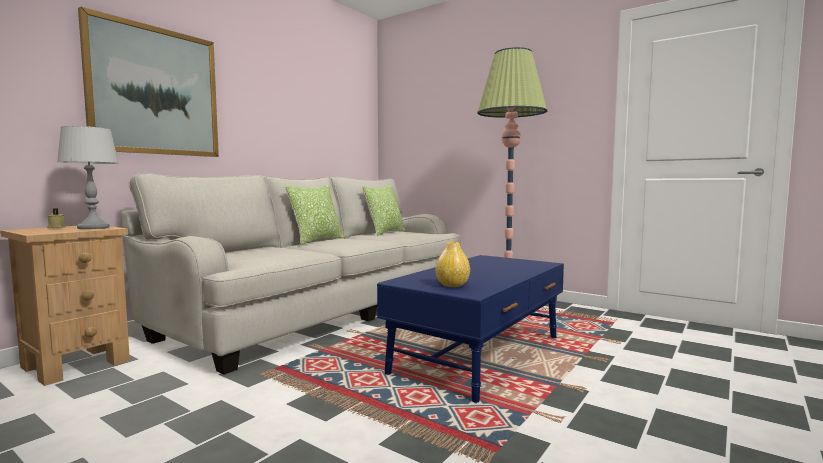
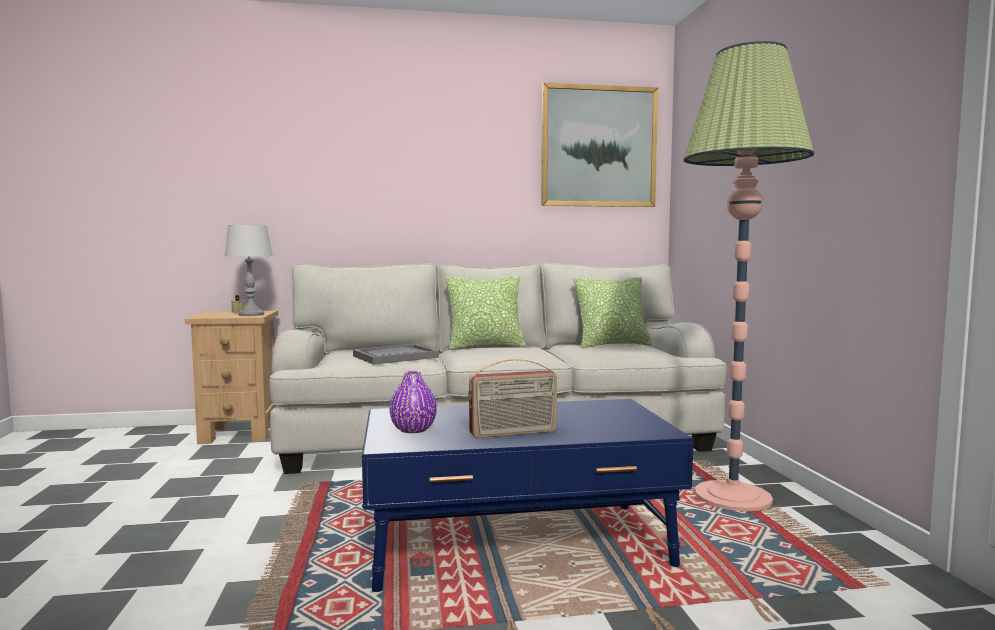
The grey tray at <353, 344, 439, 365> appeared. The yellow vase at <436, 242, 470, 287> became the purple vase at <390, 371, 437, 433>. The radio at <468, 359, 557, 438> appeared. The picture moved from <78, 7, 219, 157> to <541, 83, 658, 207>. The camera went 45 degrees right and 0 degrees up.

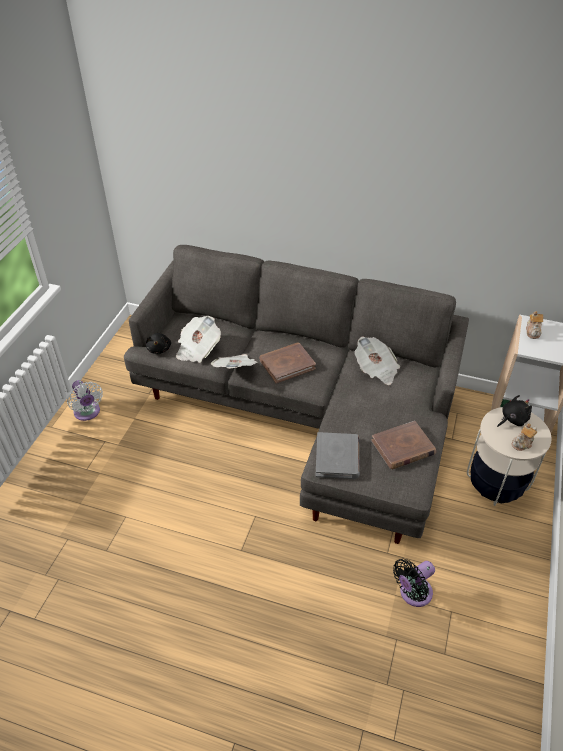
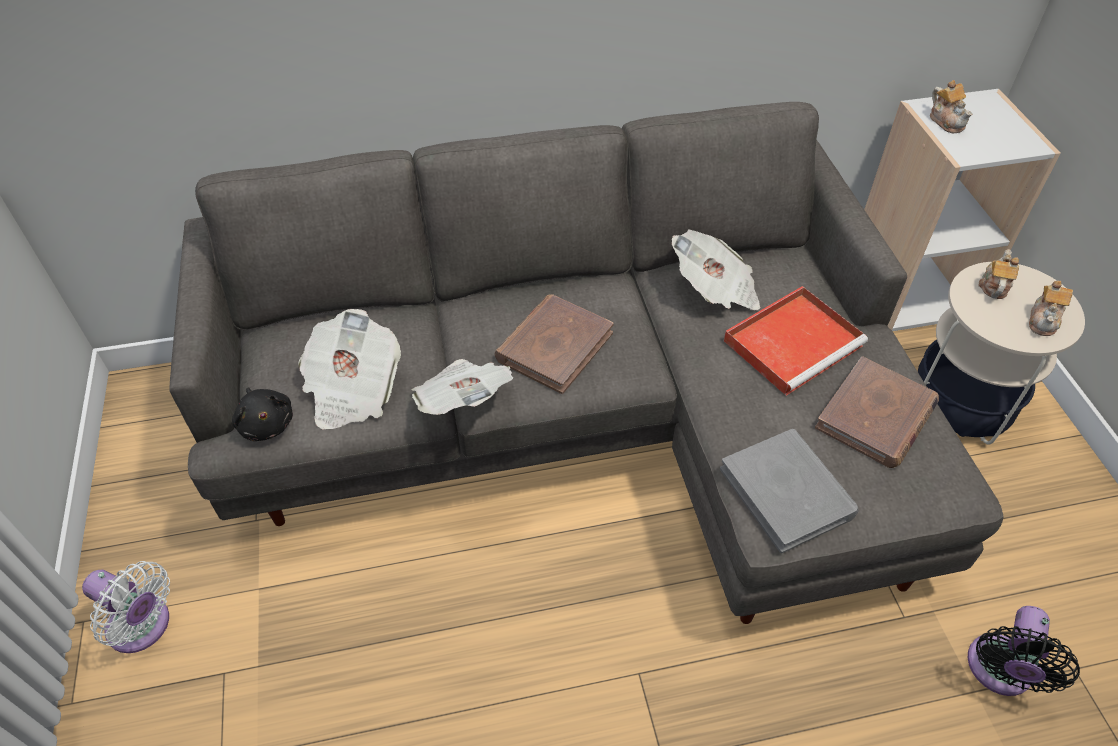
The red tray at <724, 286, 868, 396> appeared. The black plush toy at <497, 395, 532, 427> was replaced by the teapot at <979, 249, 1019, 299>. The camera went 30 degrees left and 5 degrees up.

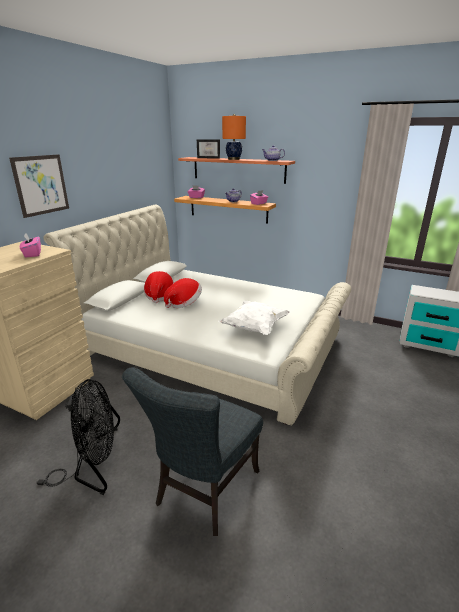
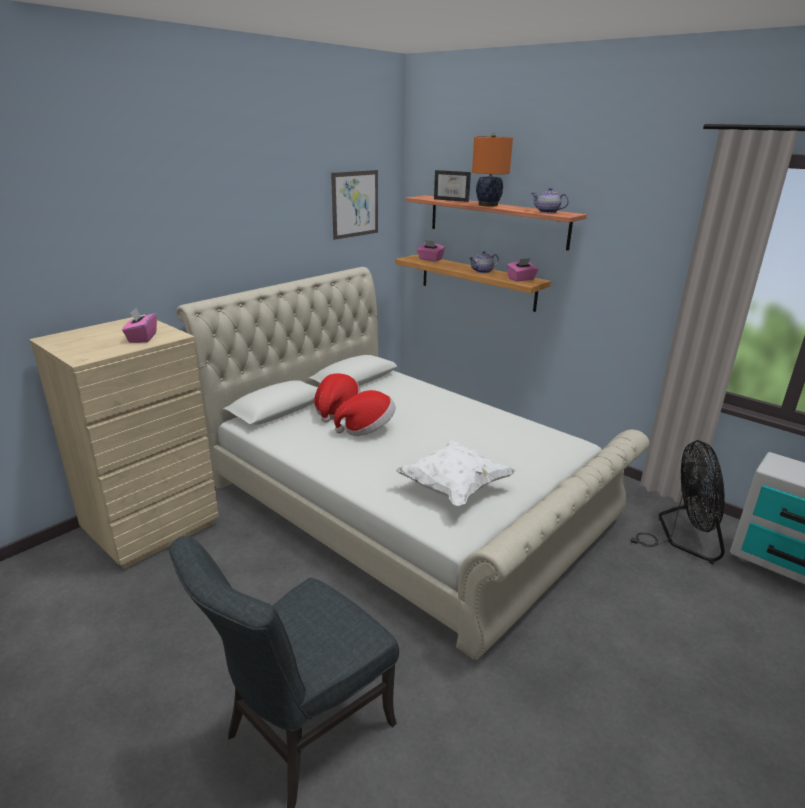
The picture moved from <9, 154, 69, 218> to <331, 170, 378, 240>. The black fan moved from <37, 379, 120, 495> to <629, 440, 725, 564>. The camera went 15 degrees right and 0 degrees up.

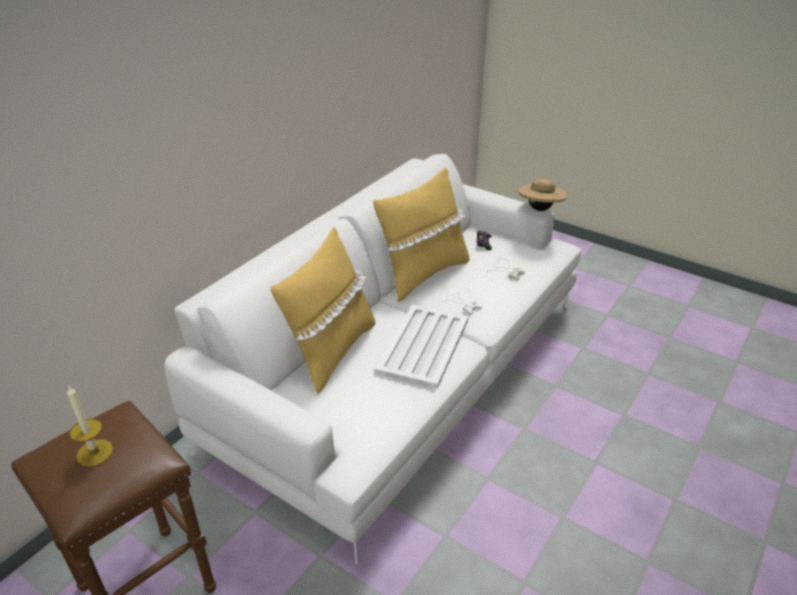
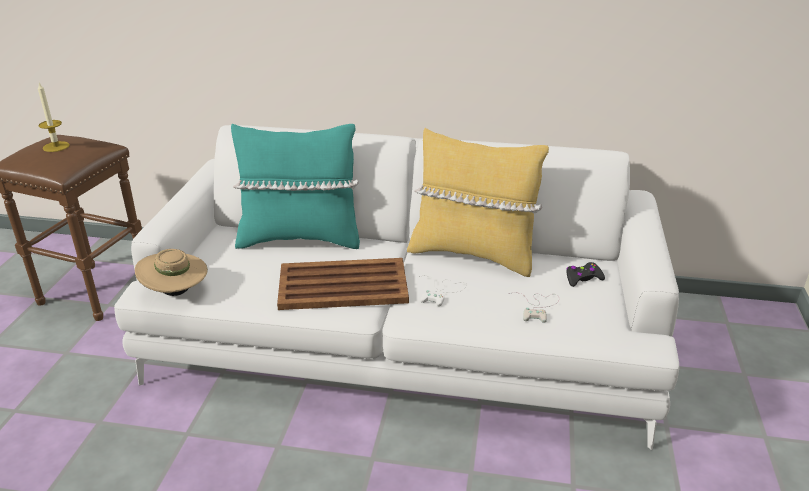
The beige hat moved from <519, 178, 567, 211> to <135, 249, 208, 296>. The yellow pillow at <270, 227, 375, 395> became the turquoise pillow at <231, 124, 360, 249>. The white tray at <375, 304, 468, 389> became the brown tray at <277, 258, 409, 310>. The camera went 65 degrees right and 5 degrees down.

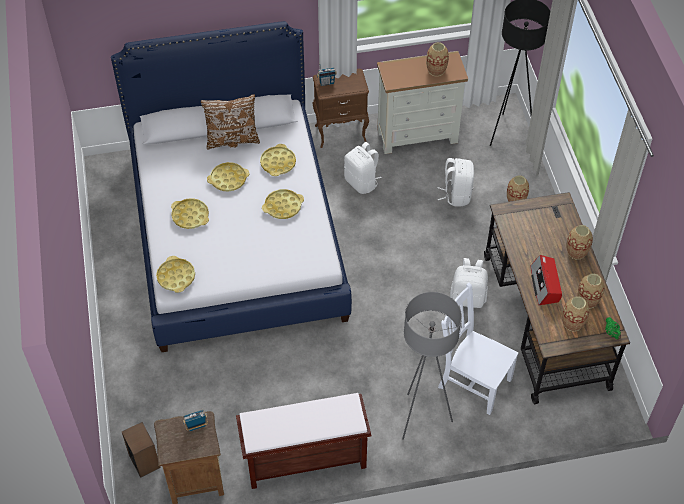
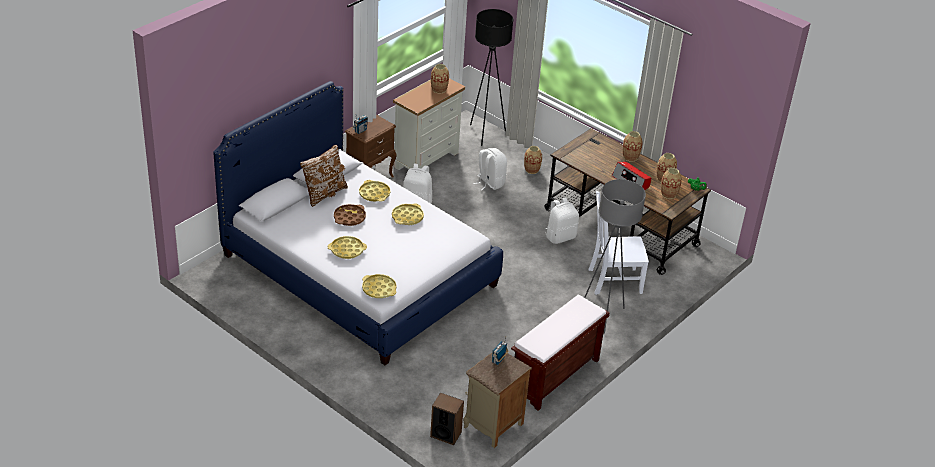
The yellow tray at <207, 162, 249, 192> became the brown tray at <334, 204, 366, 226>. The camera went 40 degrees left and 15 degrees down.

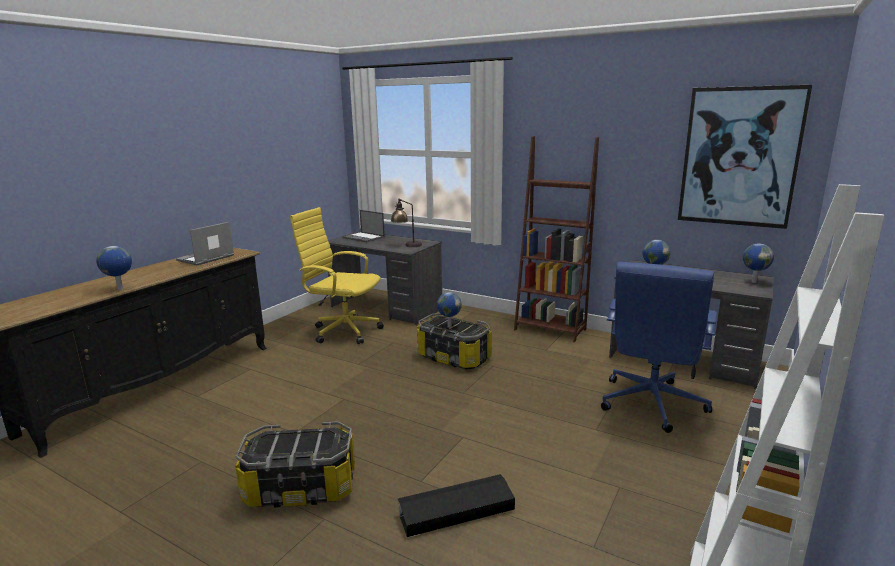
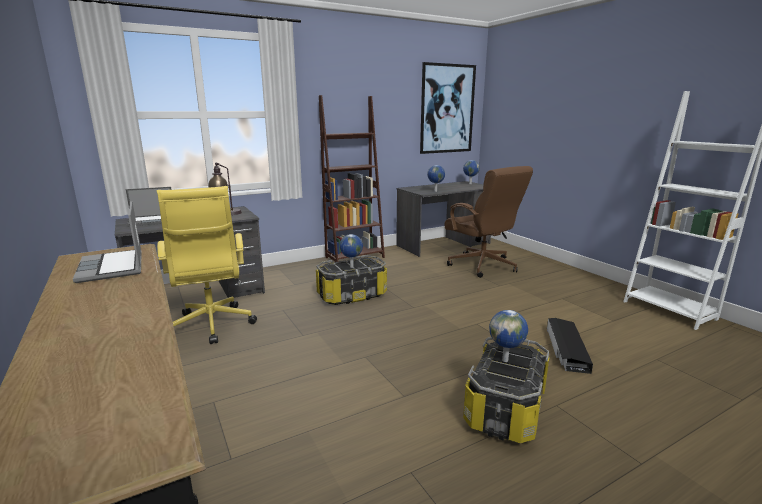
The yellow office chair at <290, 207, 384, 344> turned 75 degrees counterclockwise. The blue office chair at <601, 262, 717, 433> became the brown office chair at <444, 166, 533, 278>. The globe moved from <96, 246, 132, 290> to <489, 310, 528, 362>. The camera went 60 degrees left and 0 degrees up.

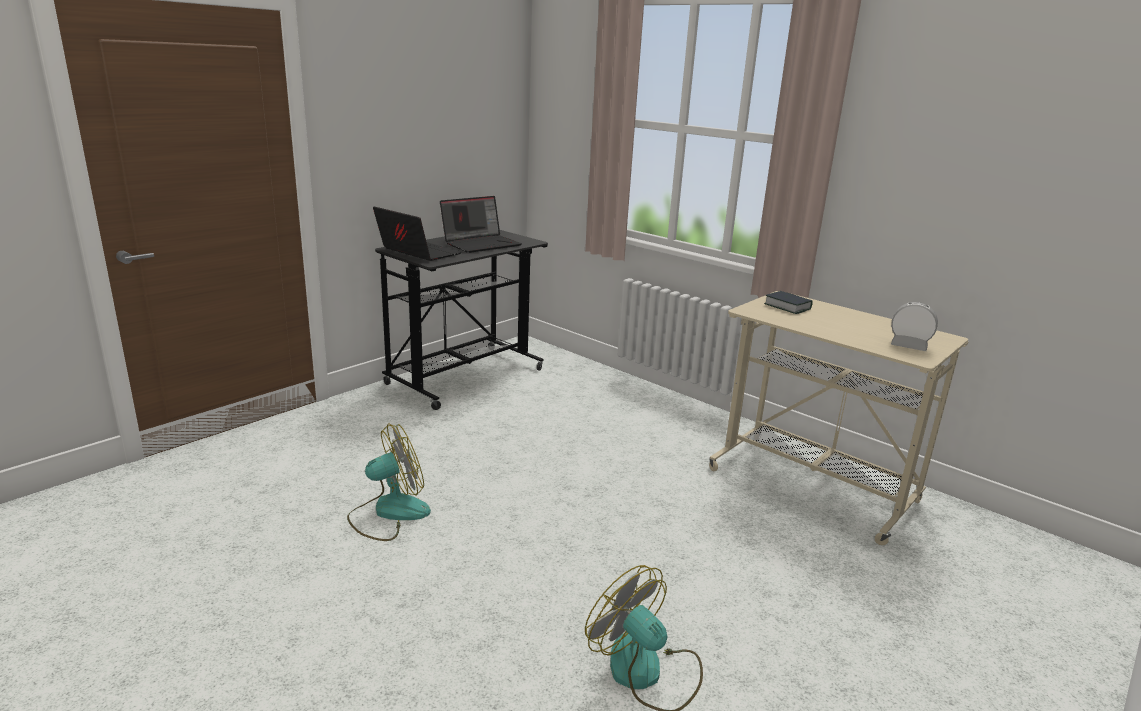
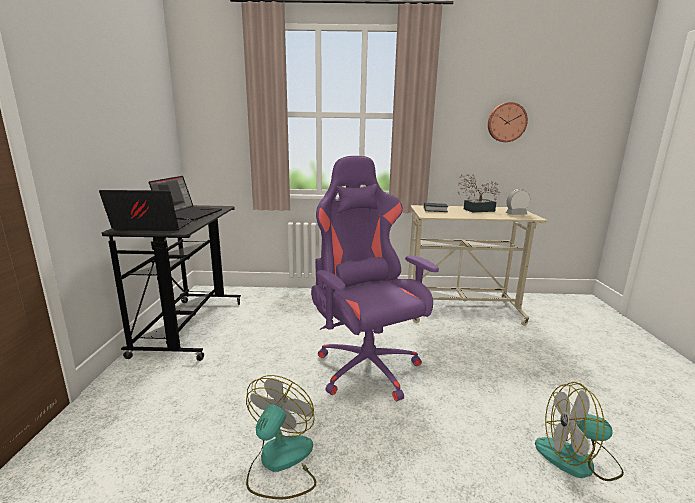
The purple office chair at <311, 156, 439, 401> appeared. The potted plant at <458, 173, 500, 212> appeared. The wall clock at <488, 102, 528, 142> appeared. The camera went 40 degrees left and 5 degrees down.

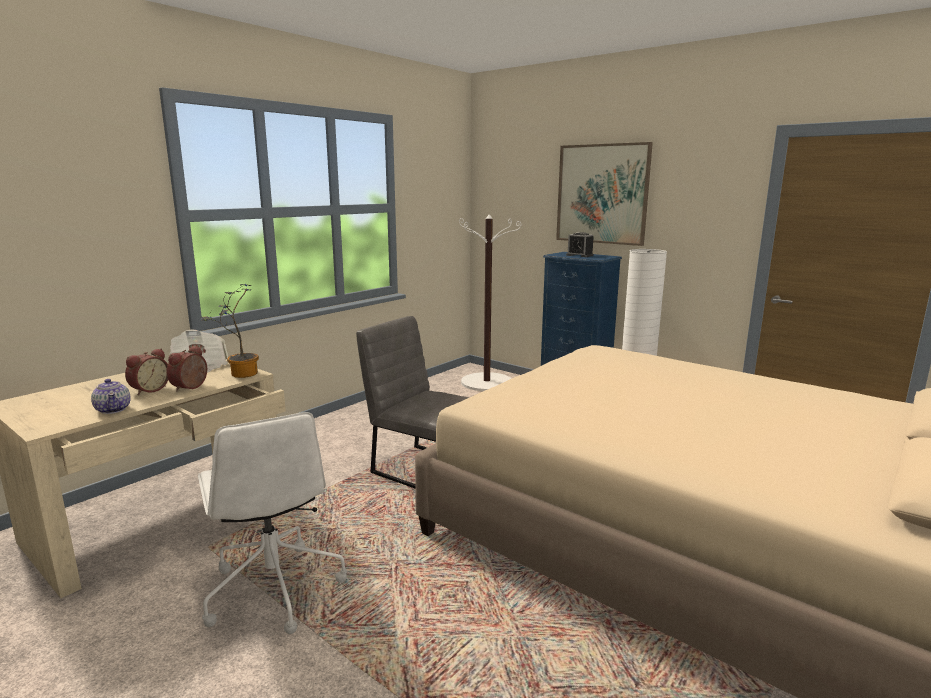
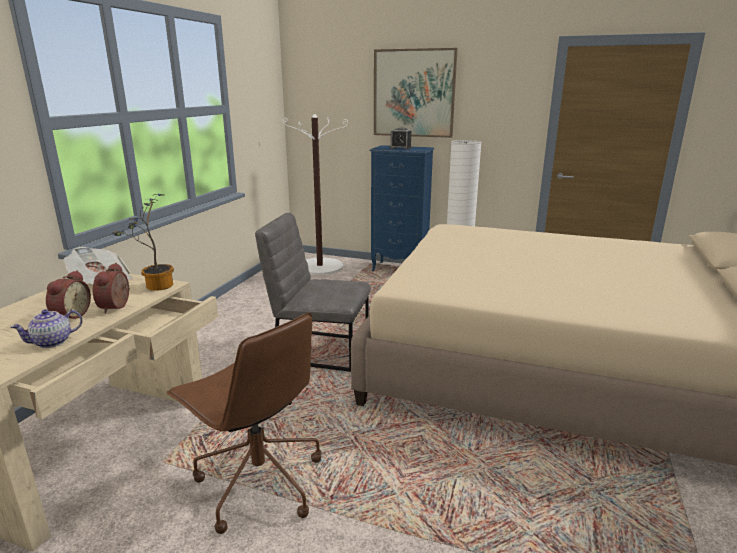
The teapot at <91, 379, 131, 414> turned 105 degrees clockwise. The white office chair at <198, 412, 347, 634> became the brown office chair at <167, 313, 321, 534>. The camera went 20 degrees left and 5 degrees up.

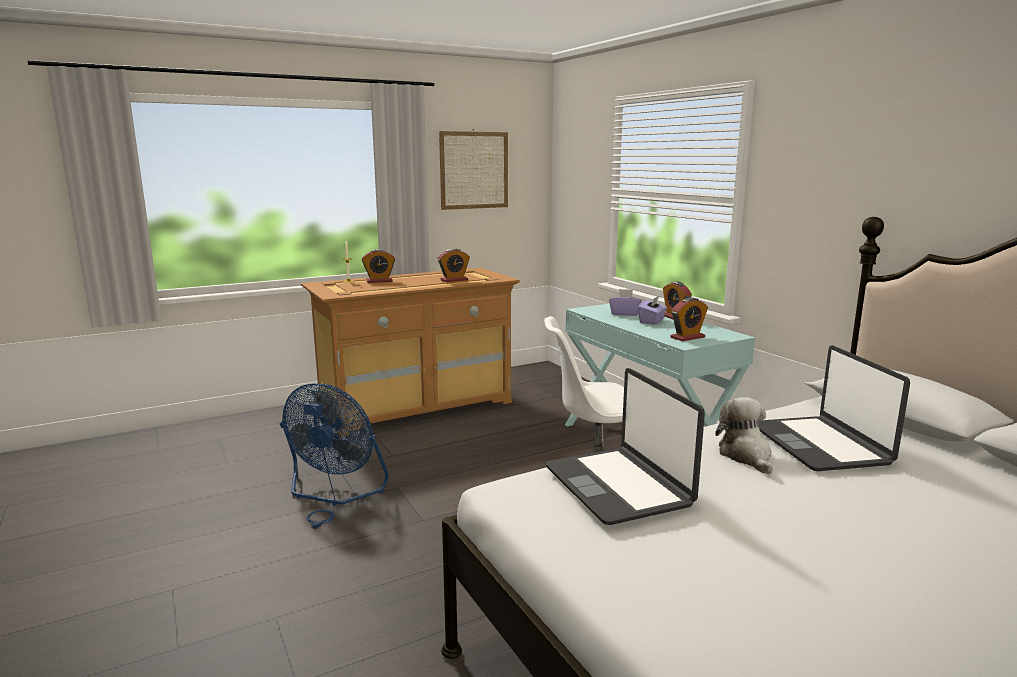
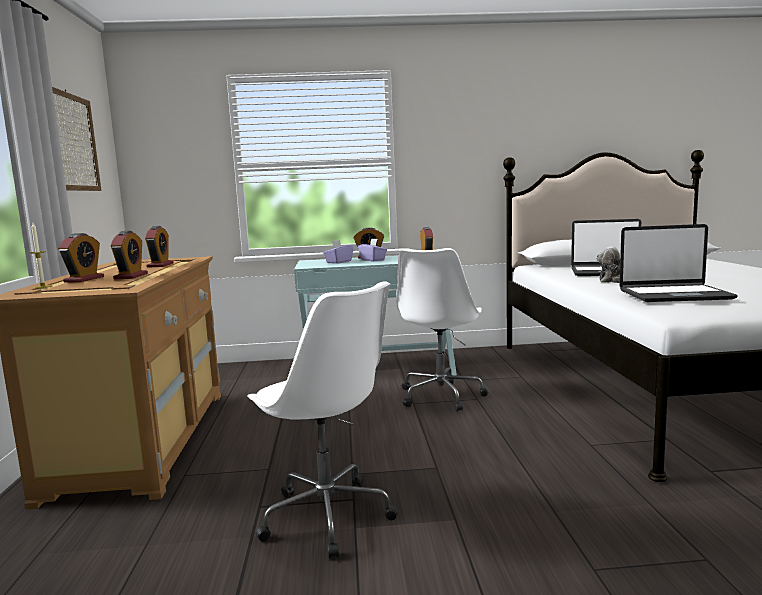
The alarm clock at <111, 231, 148, 279> appeared. The blue fan at <279, 383, 389, 529> was replaced by the white office chair at <247, 282, 398, 558>. The camera went 65 degrees left and 5 degrees down.

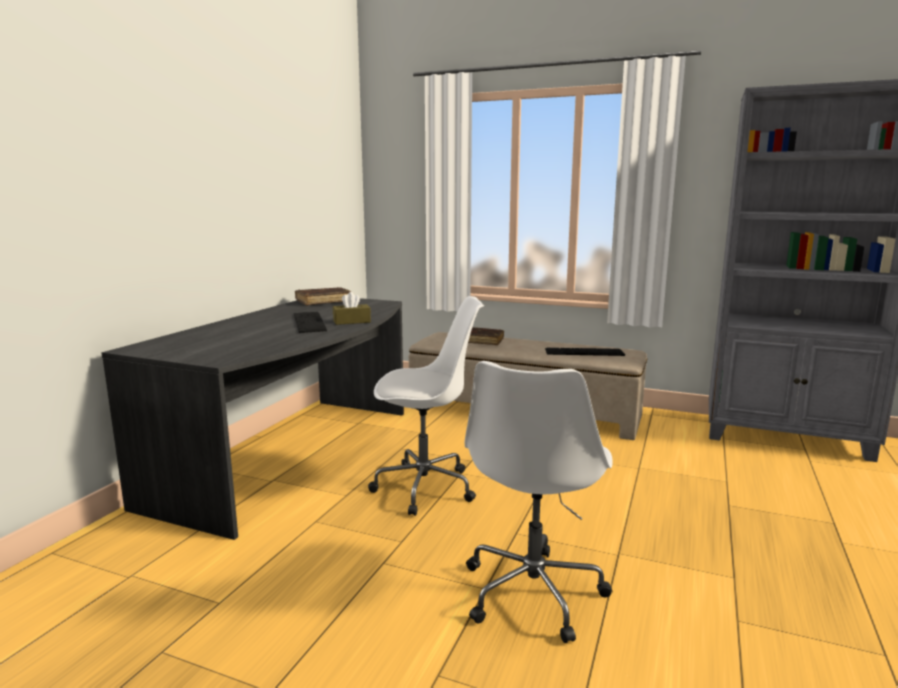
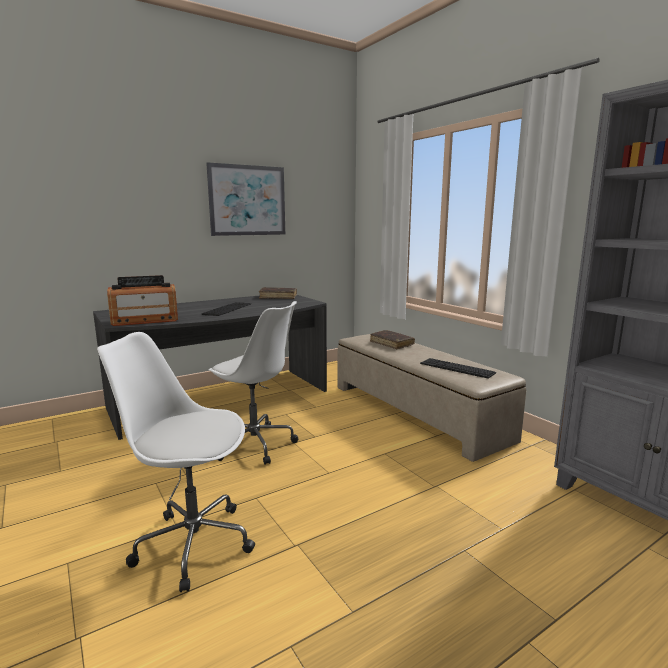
The white office chair at <465, 361, 613, 643> turned 45 degrees clockwise. The radio at <107, 275, 178, 326> appeared. The picture at <206, 162, 285, 236> appeared. The brown tissue box at <333, 292, 371, 325> disappeared. The camera went 35 degrees right and 0 degrees up.

